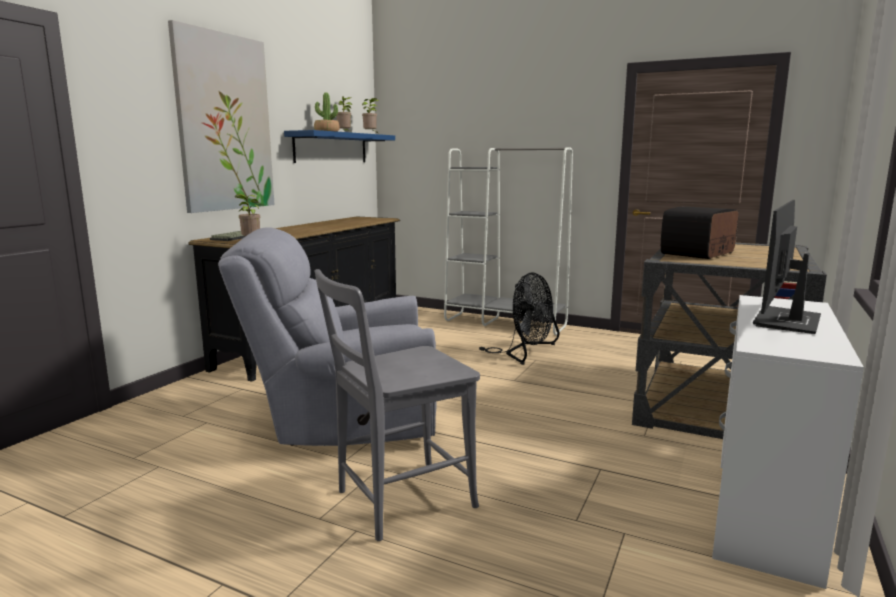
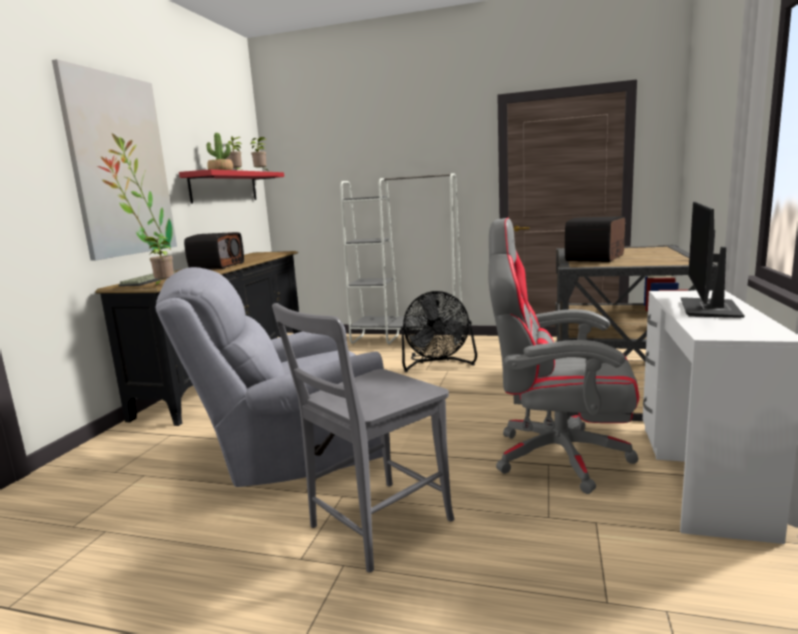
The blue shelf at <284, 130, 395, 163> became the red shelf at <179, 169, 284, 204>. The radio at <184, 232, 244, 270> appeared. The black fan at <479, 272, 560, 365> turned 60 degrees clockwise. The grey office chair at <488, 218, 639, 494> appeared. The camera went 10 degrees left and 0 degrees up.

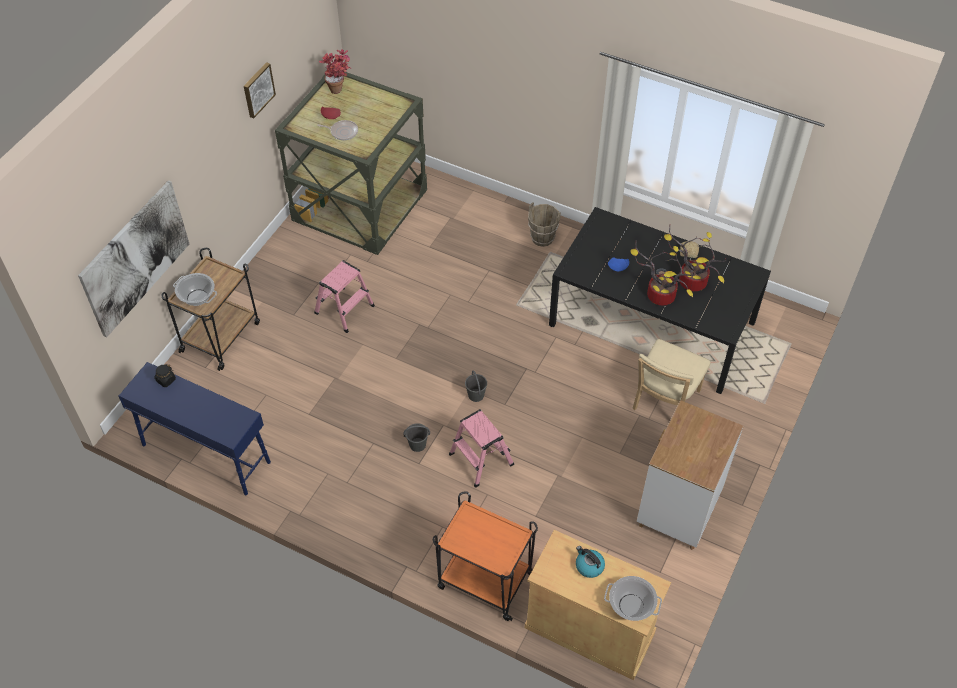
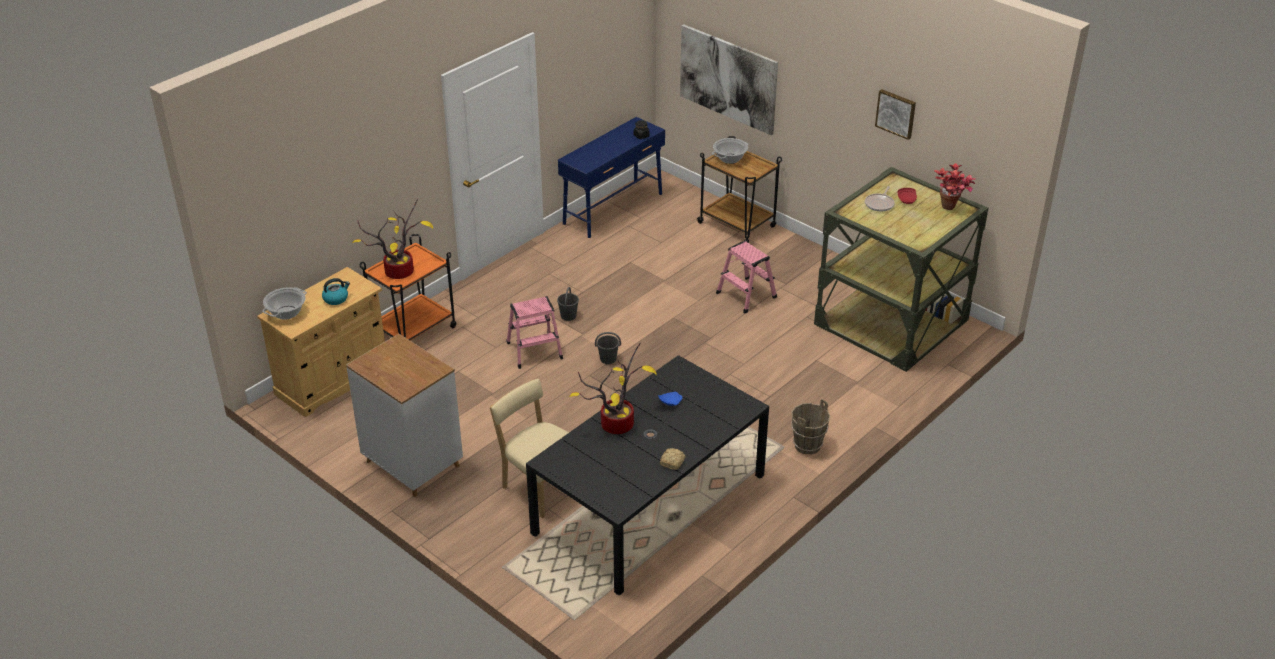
The potted plant moved from <664, 226, 726, 291> to <352, 199, 433, 279>. The camera went 105 degrees right and 15 degrees down.

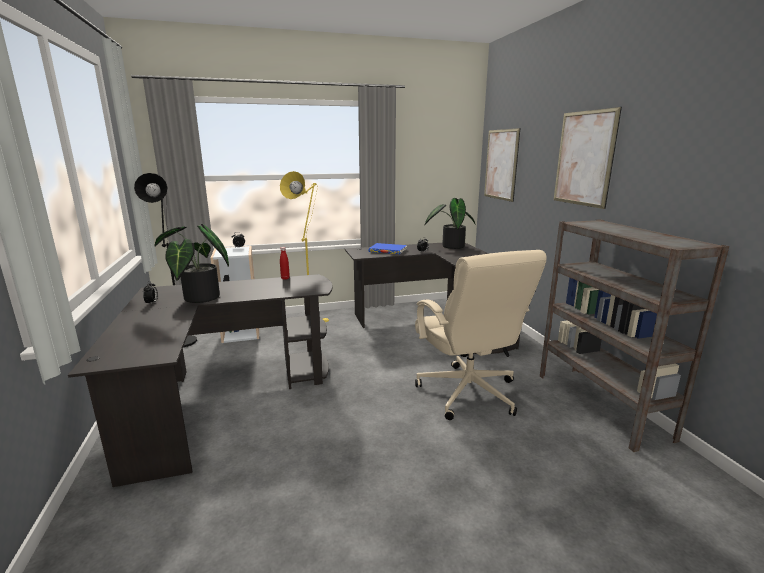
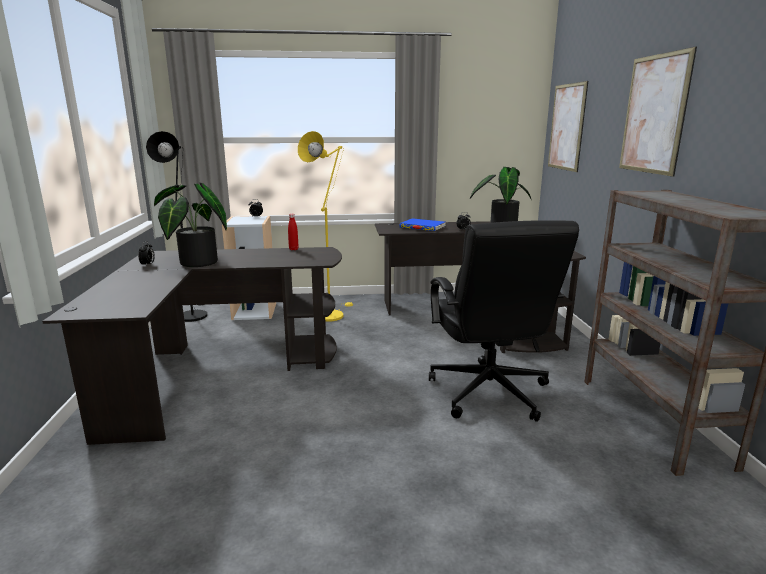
The beige office chair at <415, 250, 547, 420> became the black office chair at <429, 220, 579, 422>. The camera went 10 degrees right and 0 degrees up.

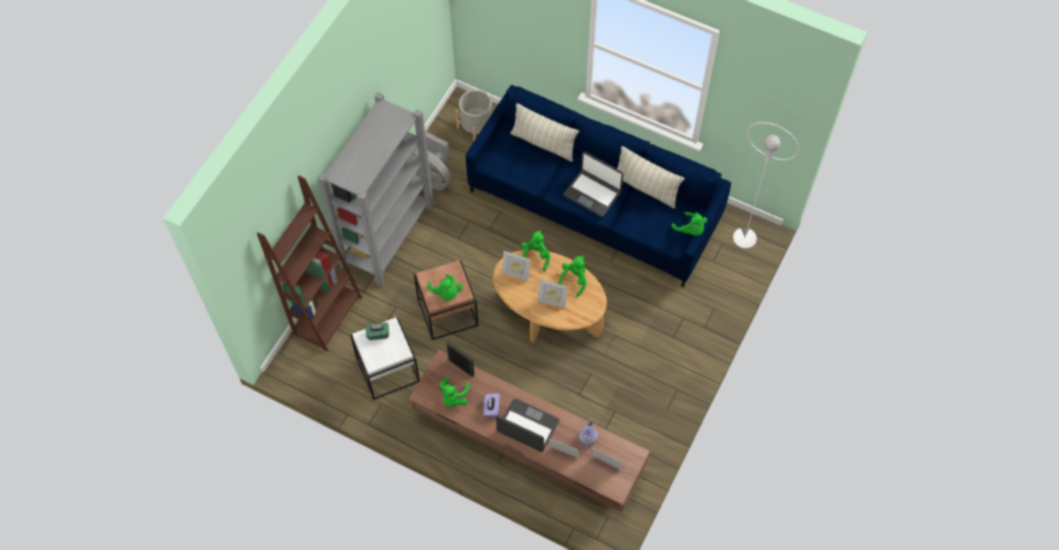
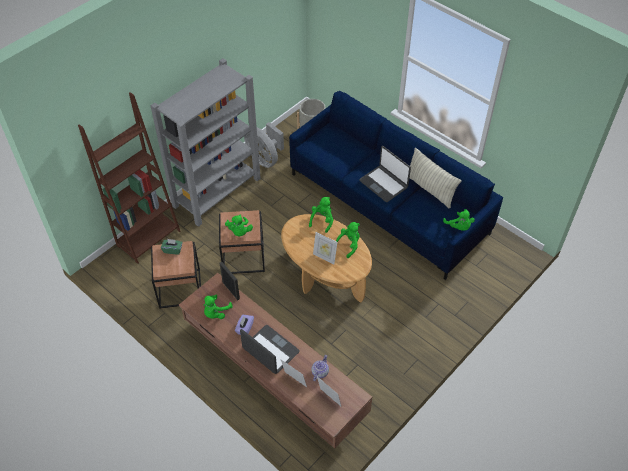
The white side table at <350, 317, 420, 400> became the brown side table at <151, 241, 201, 309>. The picture frame at <502, 251, 531, 281> disappeared. The pillow at <510, 103, 579, 162> disappeared. The white floor lamp at <733, 122, 800, 248> disappeared. The camera went 15 degrees right and 10 degrees down.

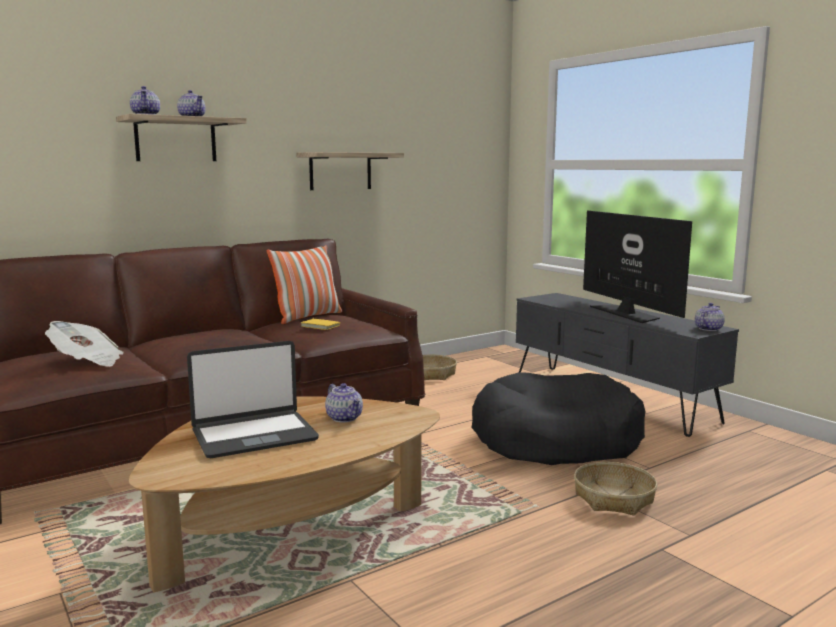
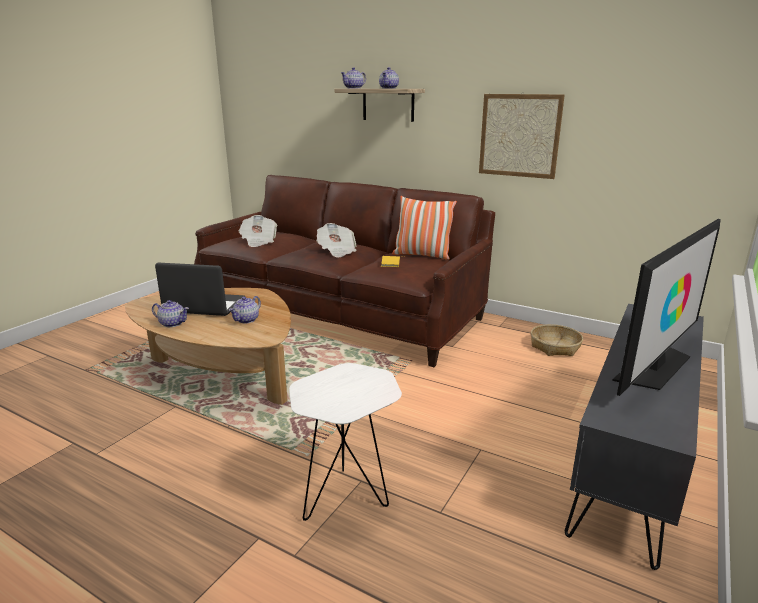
The teapot moved from <695, 303, 725, 331> to <152, 300, 189, 327>. The laptop at <187, 341, 319, 458> turned 150 degrees clockwise. The basket at <574, 462, 657, 516> was replaced by the white side table at <289, 363, 402, 521>. The newspaper at <317, 223, 357, 258> appeared. The shelf at <296, 152, 404, 190> was replaced by the picture at <479, 92, 565, 179>. The black dog bed at <471, 372, 646, 465> disappeared. The camera went 65 degrees right and 10 degrees up.

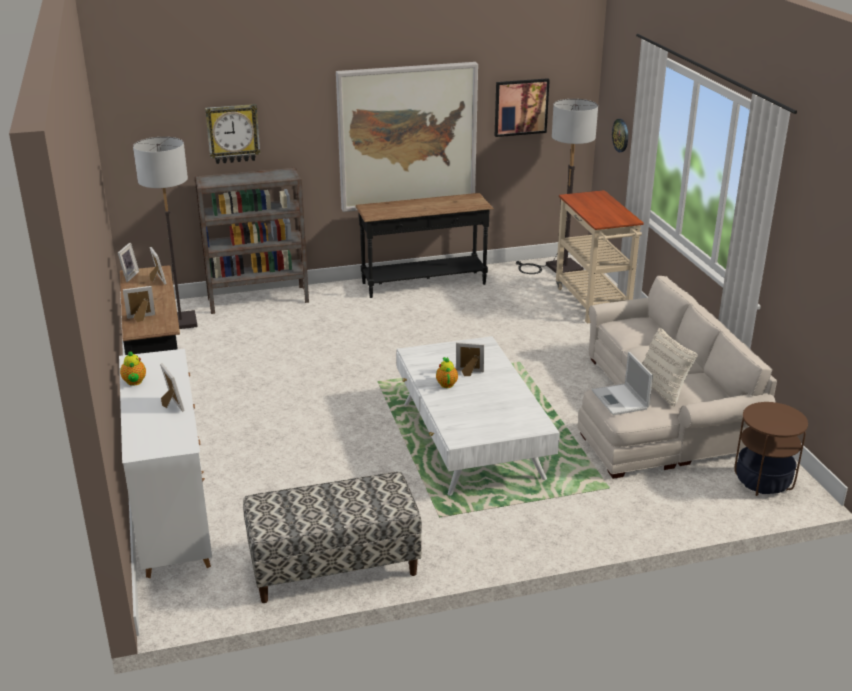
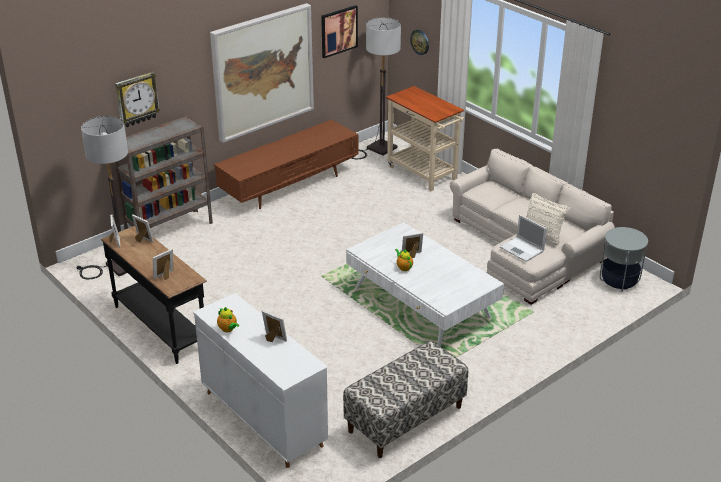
The black console table at <355, 193, 494, 298> was replaced by the brown tv stand at <214, 120, 358, 209>. The brown side table at <734, 402, 808, 496> became the grey side table at <600, 227, 648, 292>. The camera went 25 degrees left and 5 degrees up.

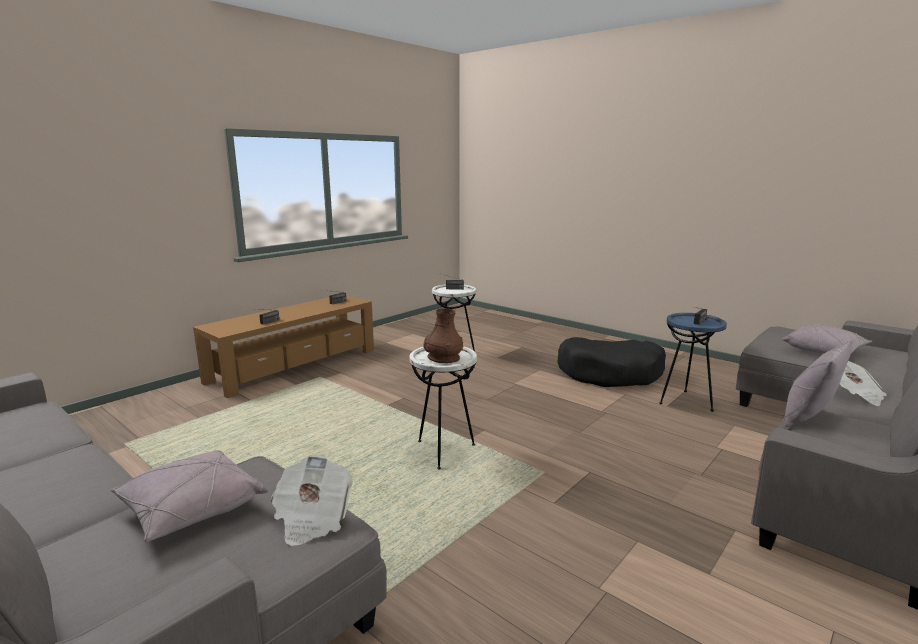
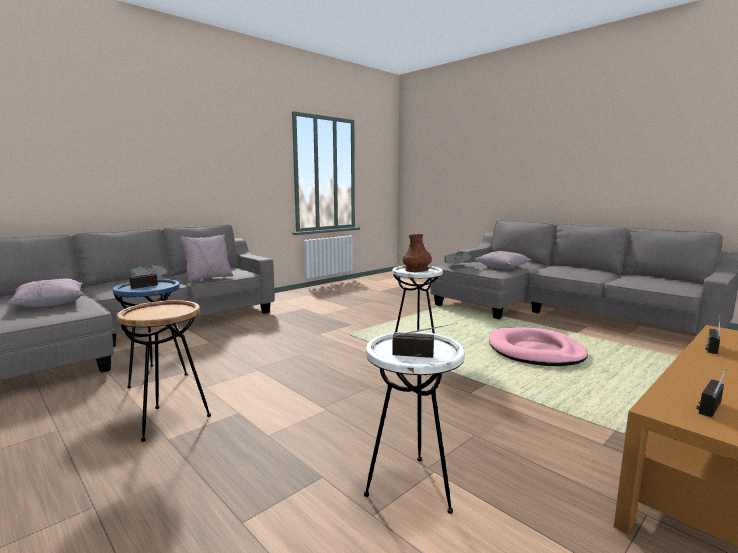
The black dog bed at <557, 337, 666, 387> was replaced by the brown side table at <117, 300, 211, 442>. The pink dog bed at <489, 327, 588, 366> appeared. The camera went 175 degrees left and 5 degrees down.

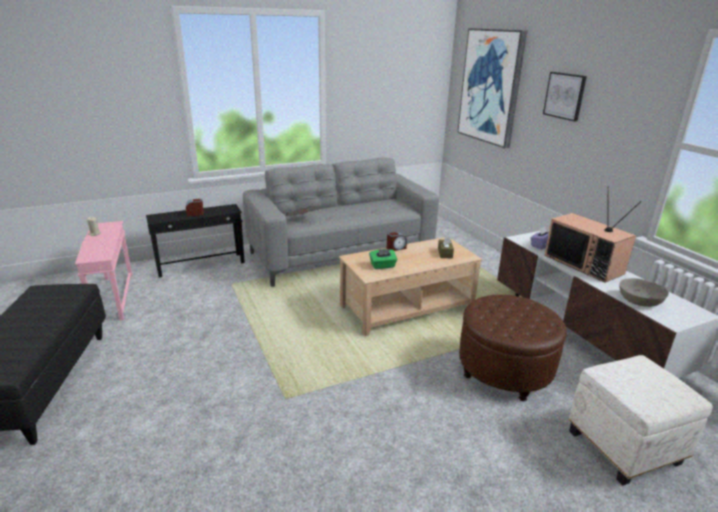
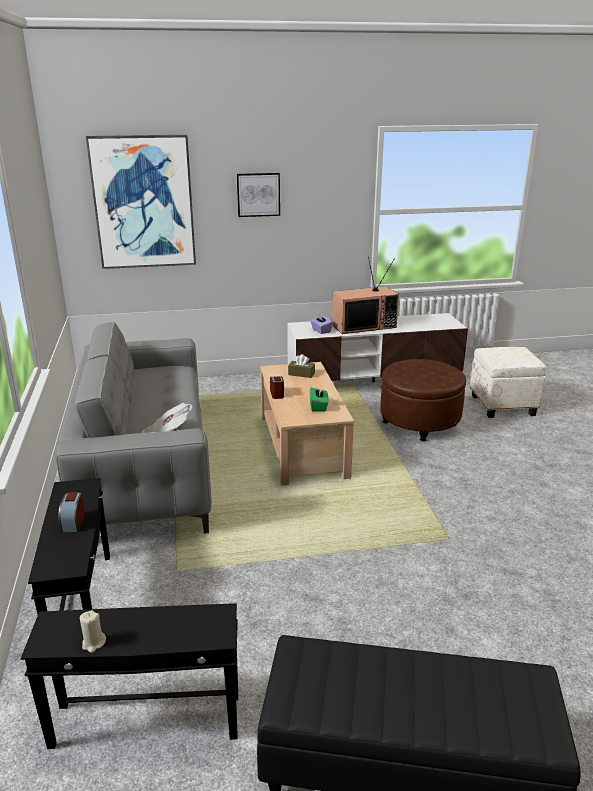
The pink side table at <75, 221, 132, 321> became the black side table at <21, 603, 238, 749>. The grey bowl at <619, 278, 669, 307> disappeared. The camera went 75 degrees left and 0 degrees up.

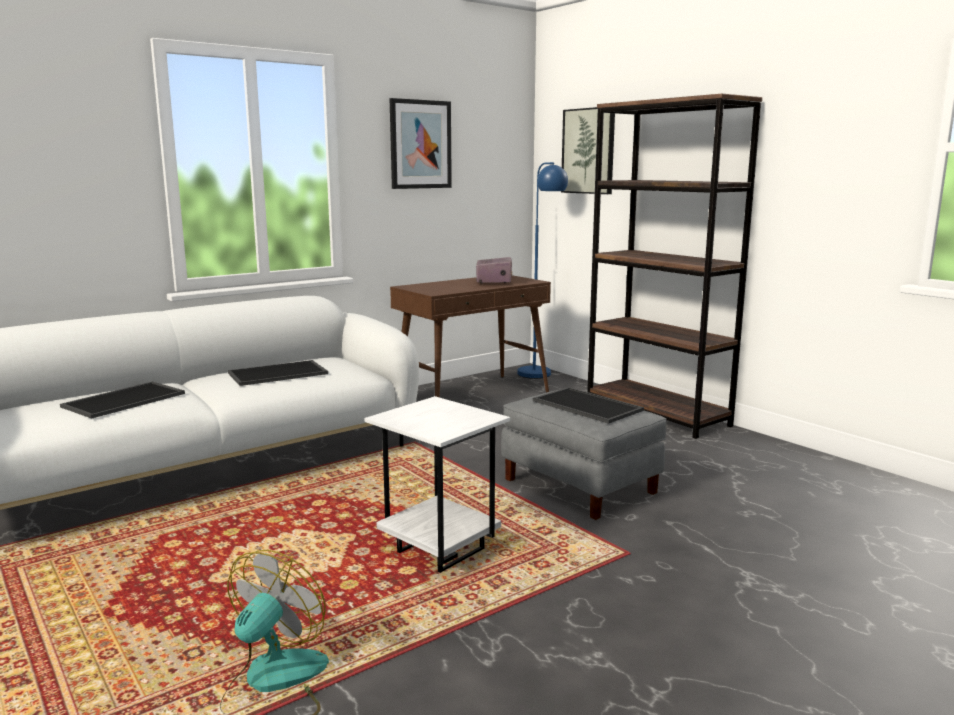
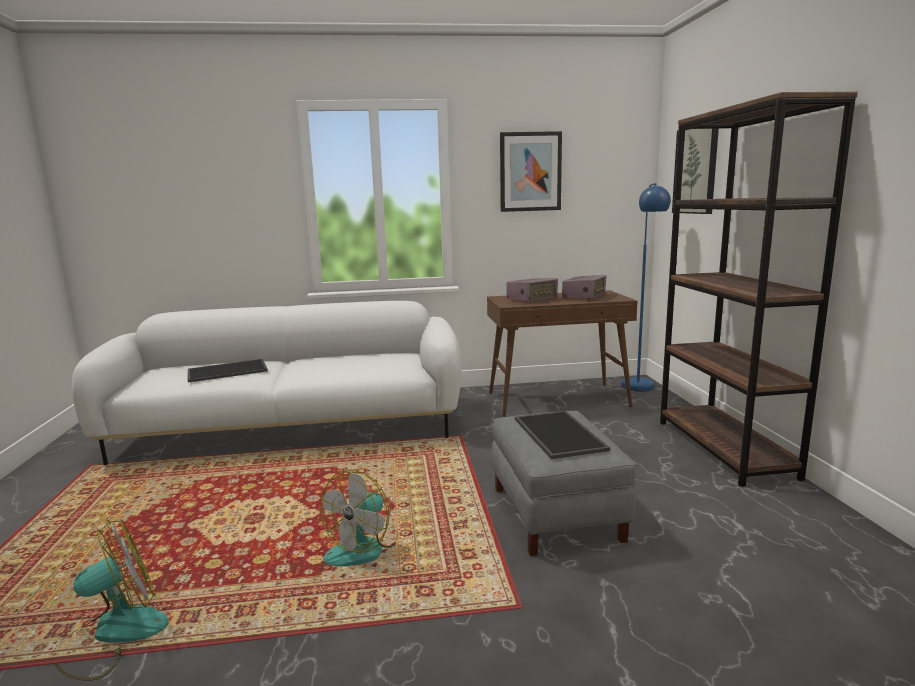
The white side table at <364, 396, 510, 573> was replaced by the fan at <320, 469, 397, 566>. The radio at <506, 278, 558, 302> appeared. The tray at <228, 360, 328, 386> disappeared. The camera went 30 degrees right and 0 degrees up.

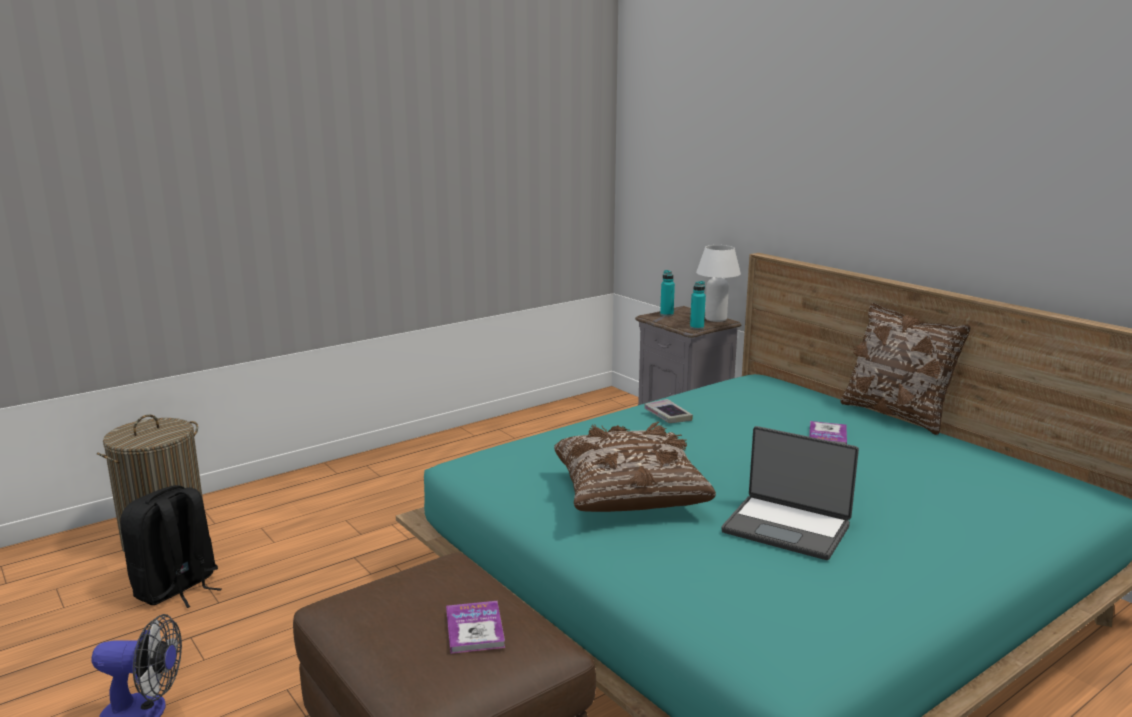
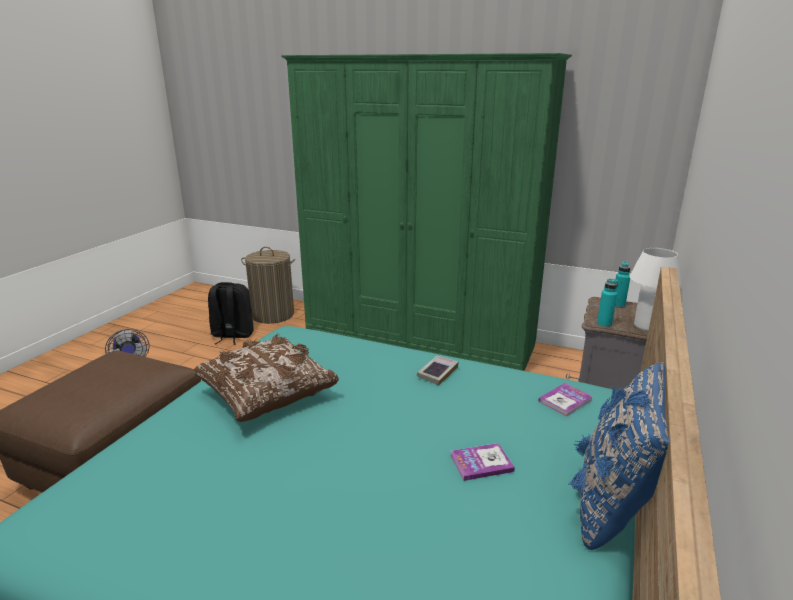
The green wardrobe at <281, 53, 572, 371> appeared. The book moved from <446, 601, 505, 654> to <538, 383, 592, 416>. The brown pillow at <841, 303, 971, 435> became the blue pillow at <569, 362, 669, 550>. The laptop at <722, 426, 859, 560> disappeared. The camera went 60 degrees right and 5 degrees up.

